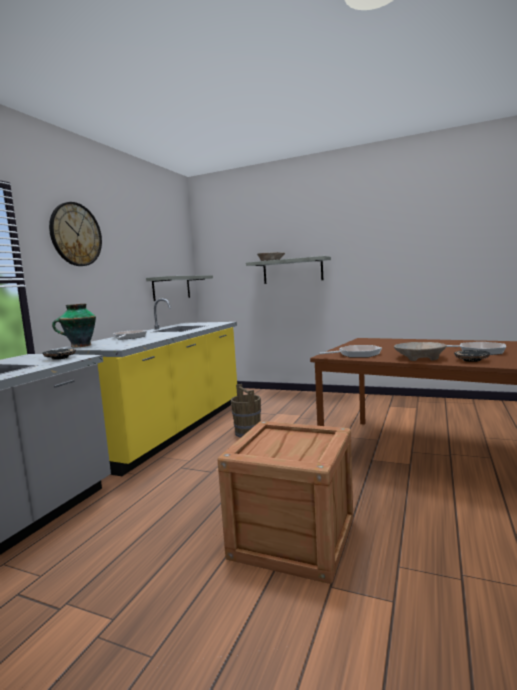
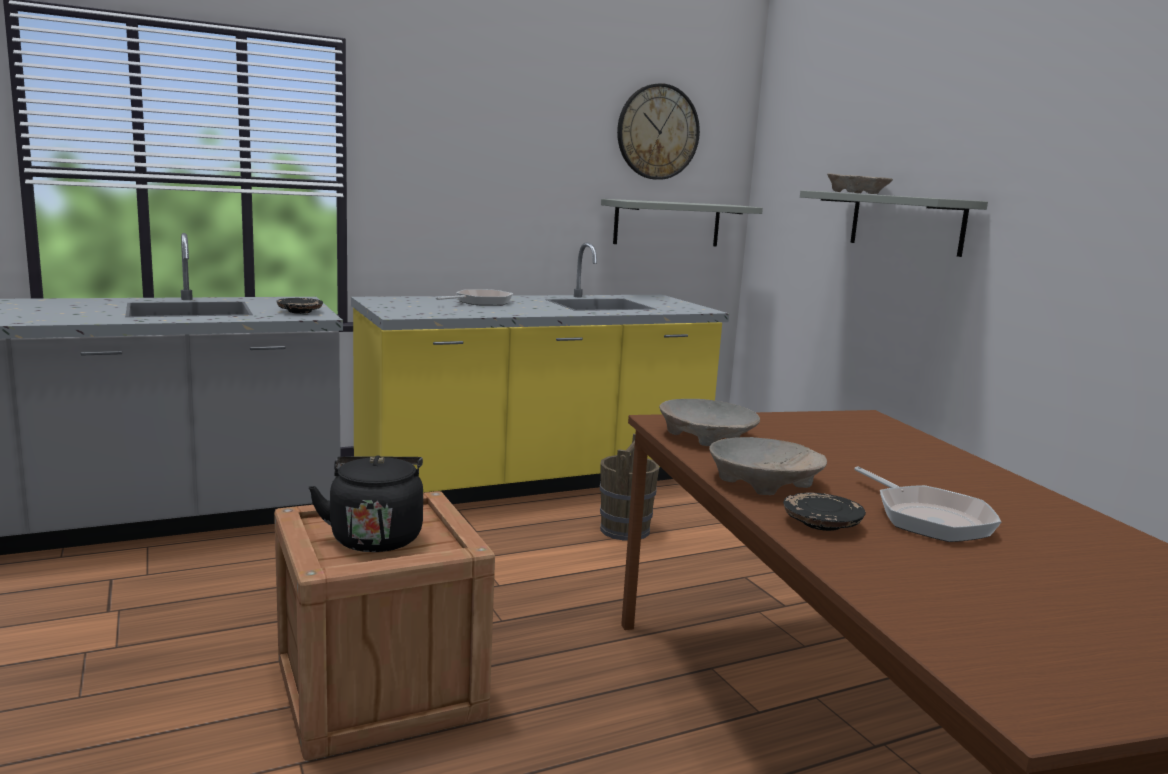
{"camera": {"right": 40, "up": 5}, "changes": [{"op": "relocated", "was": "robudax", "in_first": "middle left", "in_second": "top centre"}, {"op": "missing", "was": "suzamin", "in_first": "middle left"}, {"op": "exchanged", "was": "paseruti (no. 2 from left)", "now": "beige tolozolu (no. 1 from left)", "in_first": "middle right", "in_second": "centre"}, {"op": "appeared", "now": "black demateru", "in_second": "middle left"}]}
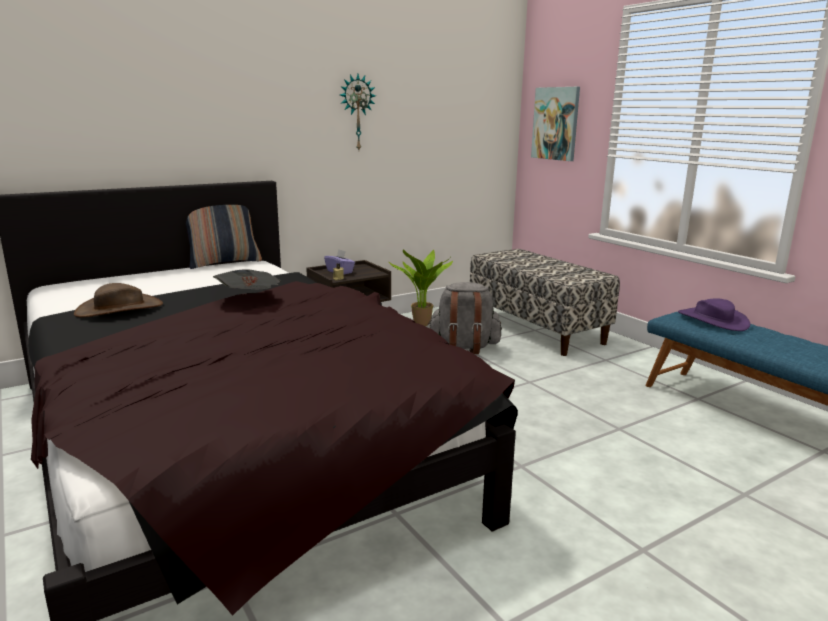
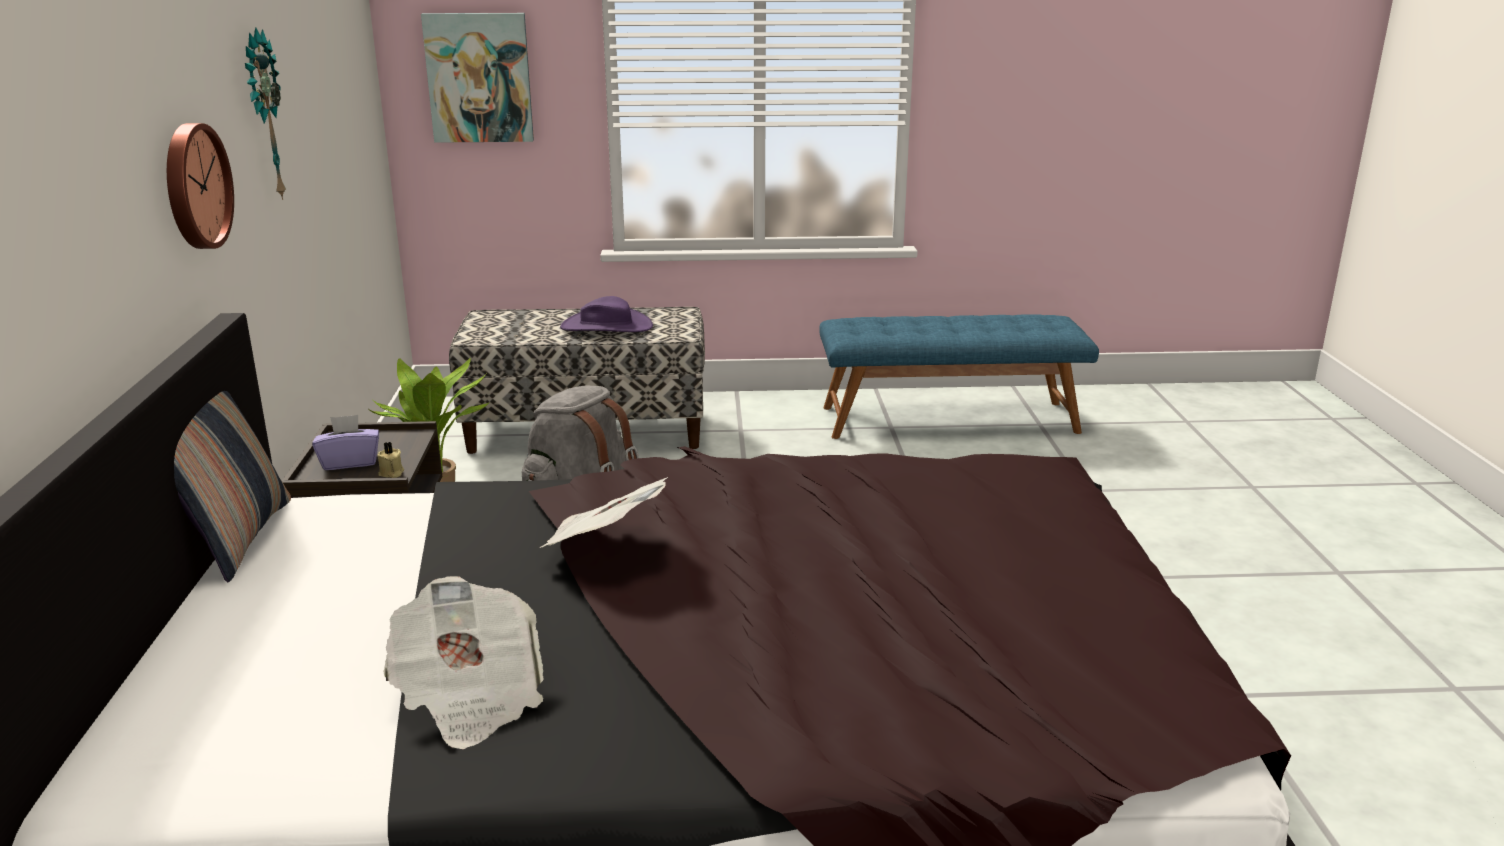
{"camera": {"right": -60, "up": 5}, "changes": [{"op": "exchanged", "was": "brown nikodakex", "now": "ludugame (no. 1 from left)", "in_first": "middle left", "in_second": "bottom left"}, {"op": "relocated", "was": "purple nikodakex", "in_first": "middle right", "in_second": "centre"}, {"op": "appeared", "now": "robudax (no. 1 from left)", "in_second": "top left"}]}
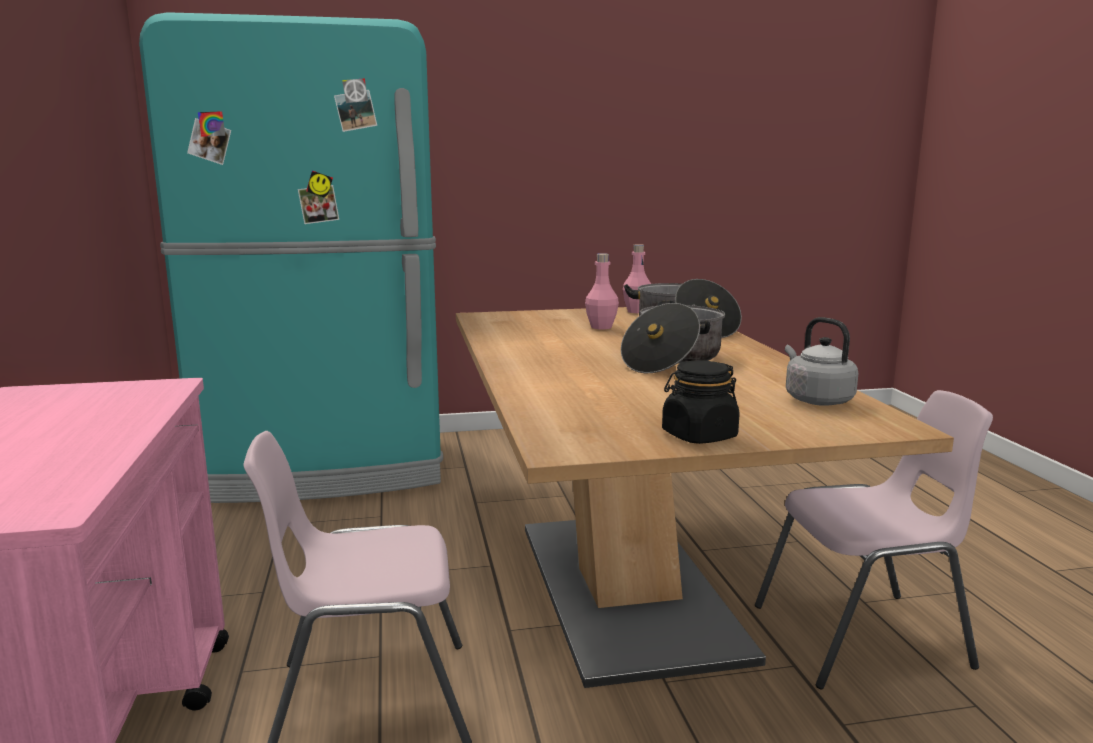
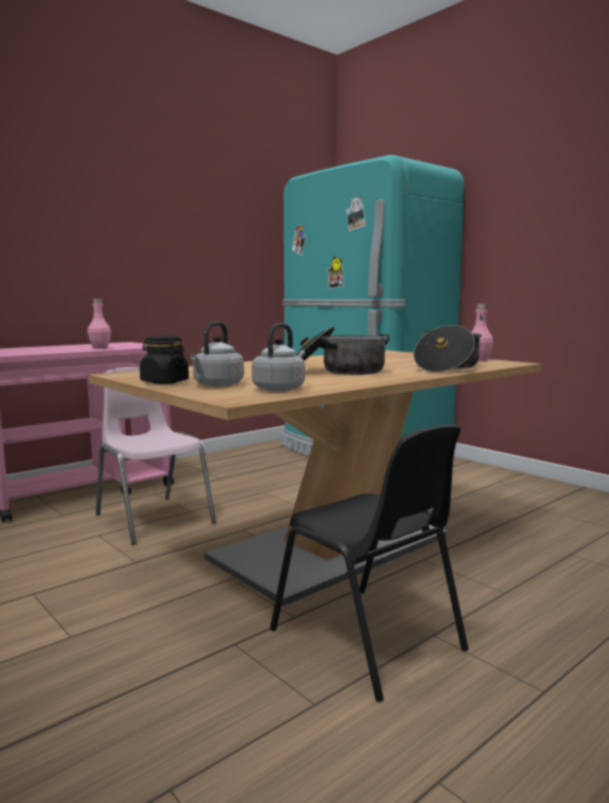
{"camera": {"right": 60, "up": -5}, "changes": [{"op": "relocated", "was": "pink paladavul (no. 1 from left)", "in_first": "centre", "in_second": "middle left"}, {"op": "colour", "was": "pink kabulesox (no. 2 from left)", "now": "black kabulesox", "in_first": "bottom right", "in_second": "bottom centre"}, {"op": "appeared", "now": "grey demateru (no. 1 from left)", "in_second": "centre"}]}
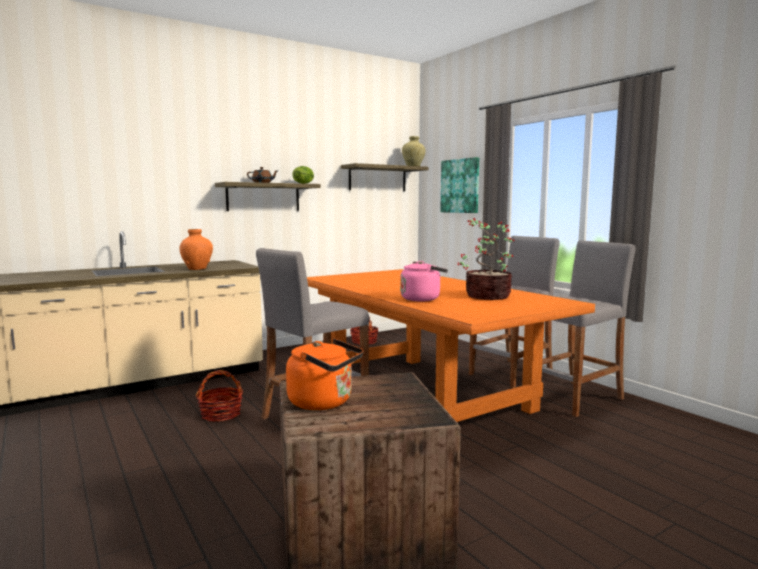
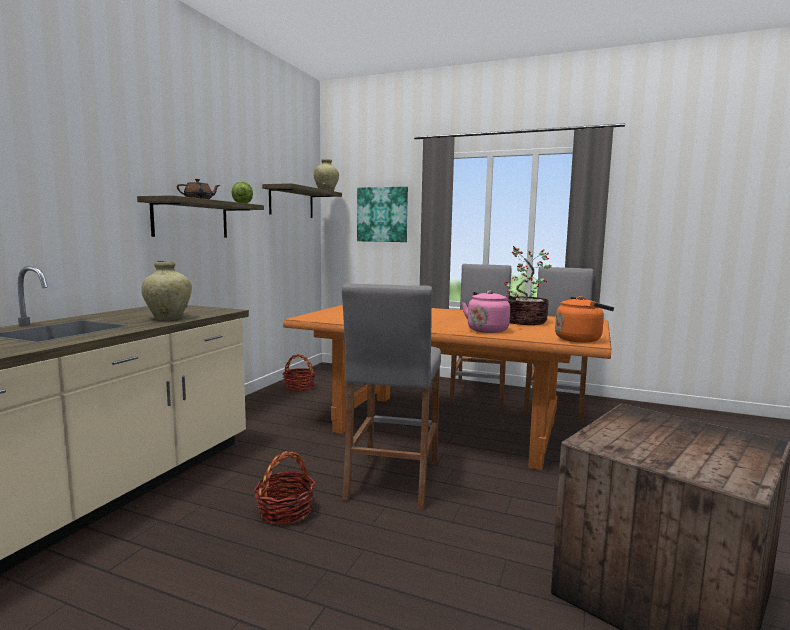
{"camera": {"right": -35, "up": 0}, "changes": [{"op": "colour", "was": "orange suzamin", "now": "beige suzamin (no. 1 from left)", "in_first": "middle left", "in_second": "middle left"}, {"op": "relocated", "was": "orange demateru", "in_first": "centre", "in_second": "middle right"}]}
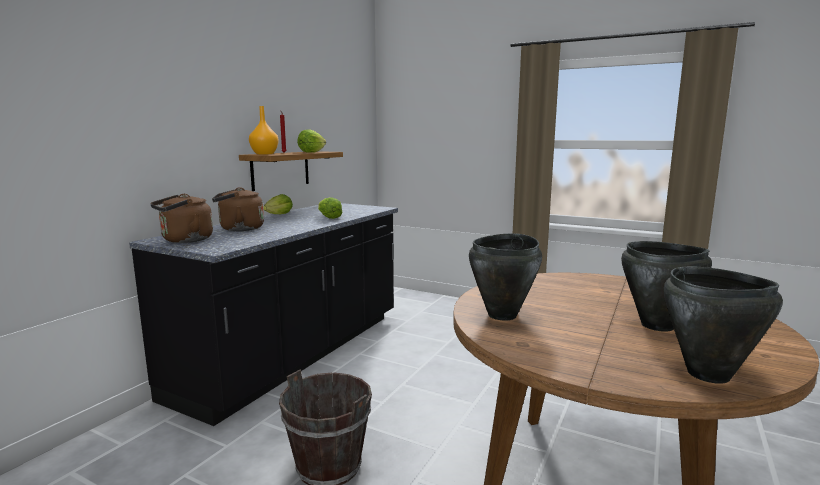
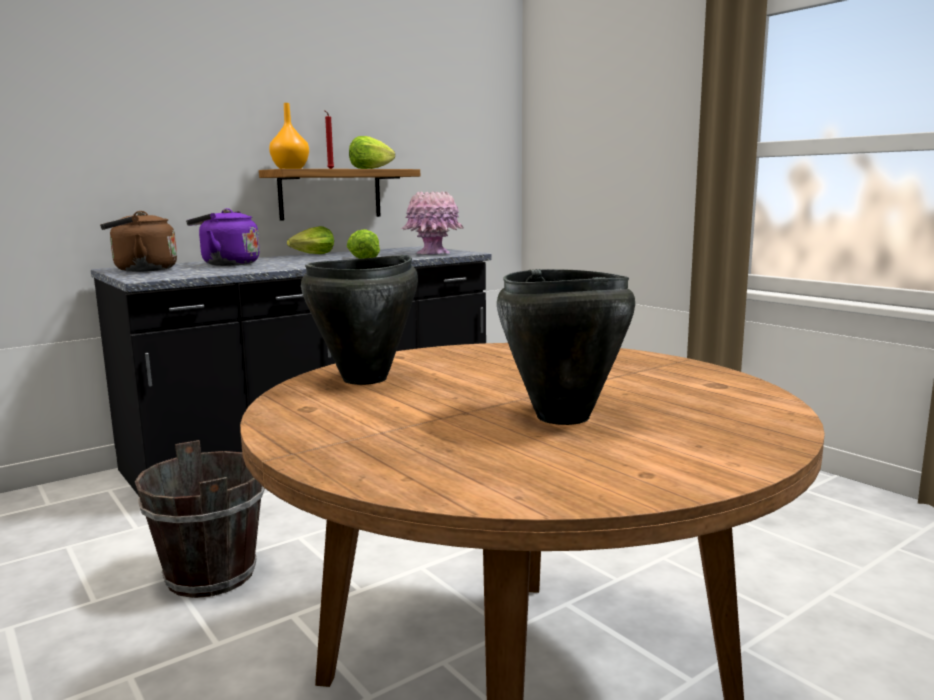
{"camera": {"right": 25, "up": 0}, "changes": [{"op": "colour", "was": "brown demateru (no. 2 from left)", "now": "purple demateru", "in_first": "middle left", "in_second": "middle left"}, {"op": "missing", "was": "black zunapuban (no. 3 from left)", "in_first": "bottom right"}, {"op": "appeared", "now": "pink suzamin", "in_second": "top centre"}]}
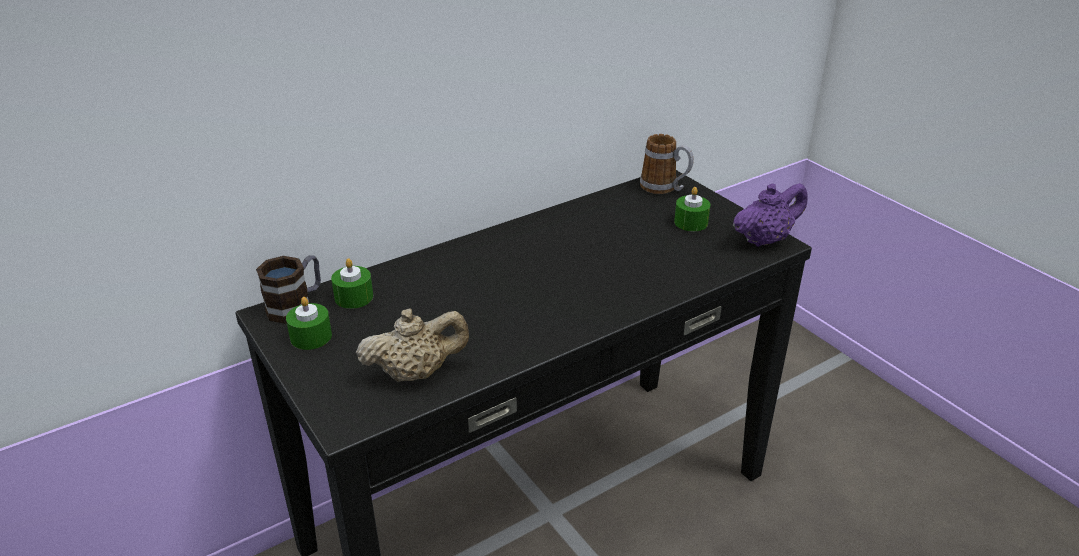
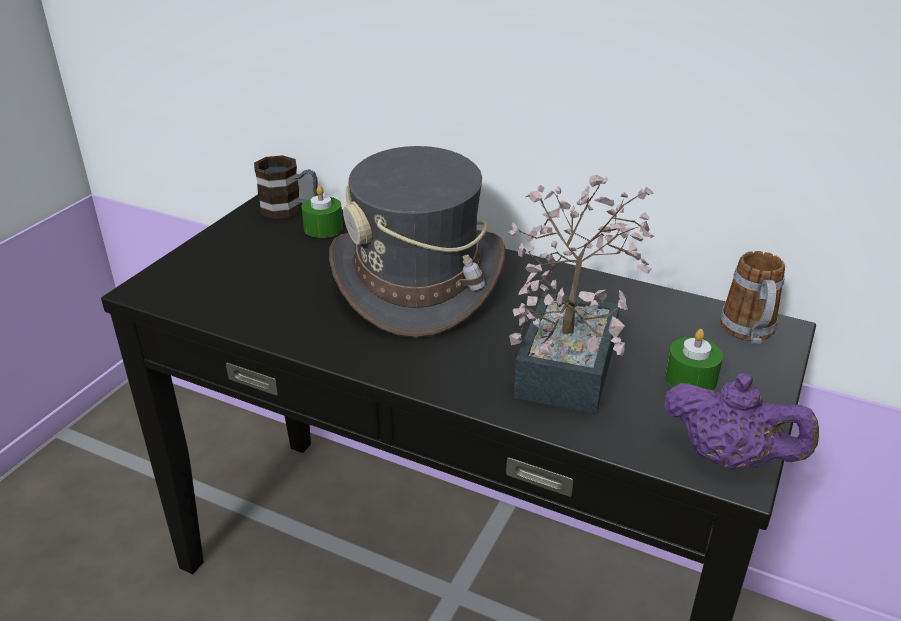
{"camera": {"right": 60, "up": 0}, "changes": [{"op": "missing", "was": "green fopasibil (no. 1 from left)", "in_first": "middle left"}, {"op": "missing", "was": "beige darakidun", "in_first": "centre"}, {"op": "appeared", "now": "grey nikodakex", "in_second": "centre"}, {"op": "appeared", "now": "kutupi", "in_second": "centre"}]}
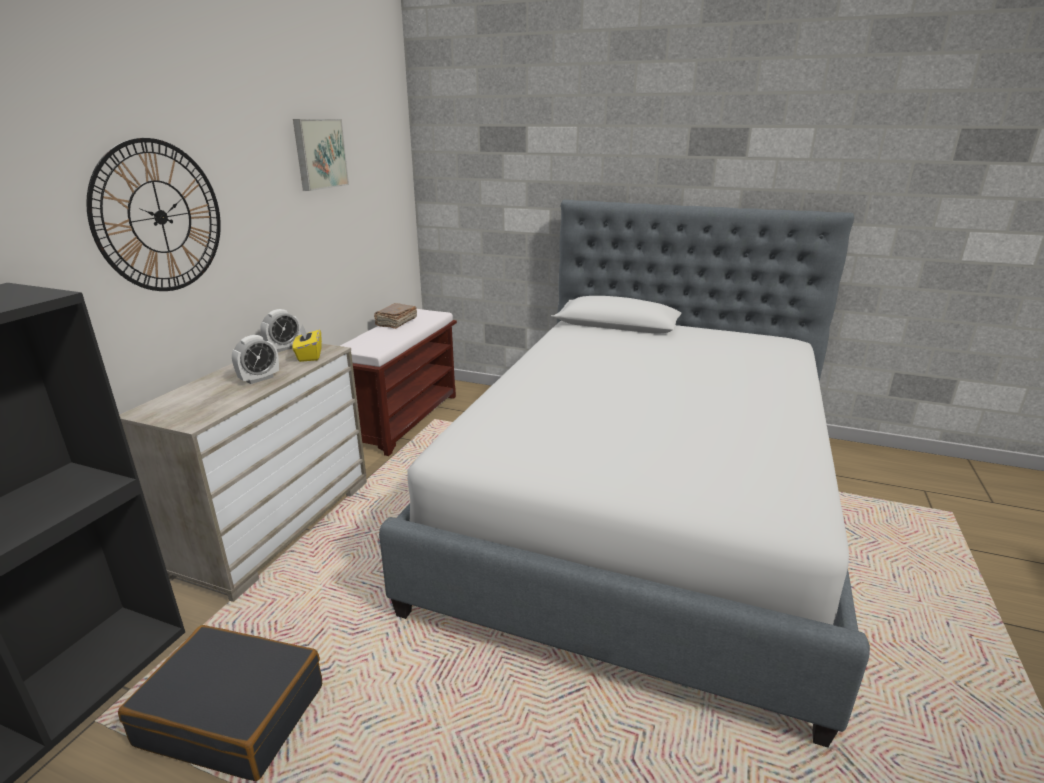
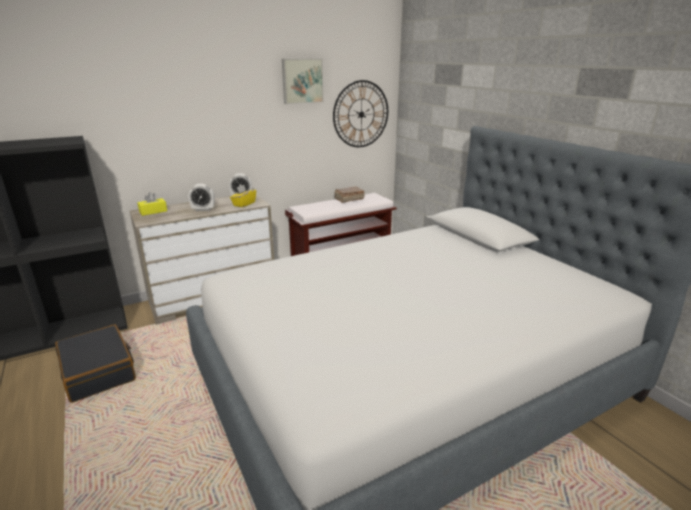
{"camera": {"right": 40, "up": 0}, "changes": [{"op": "relocated", "was": "robudax", "in_first": "top left", "in_second": "top centre"}, {"op": "appeared", "now": "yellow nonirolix (no. 1 from left)", "in_second": "middle left"}]}
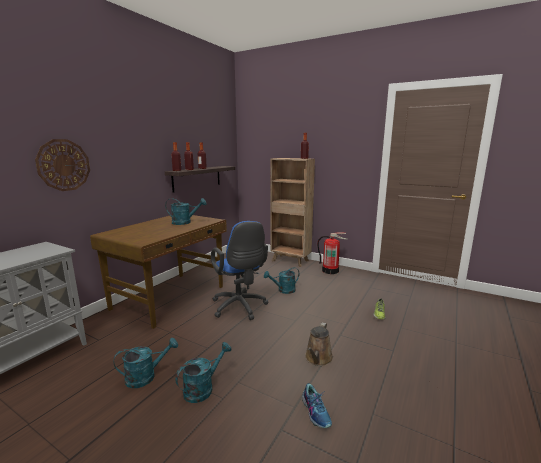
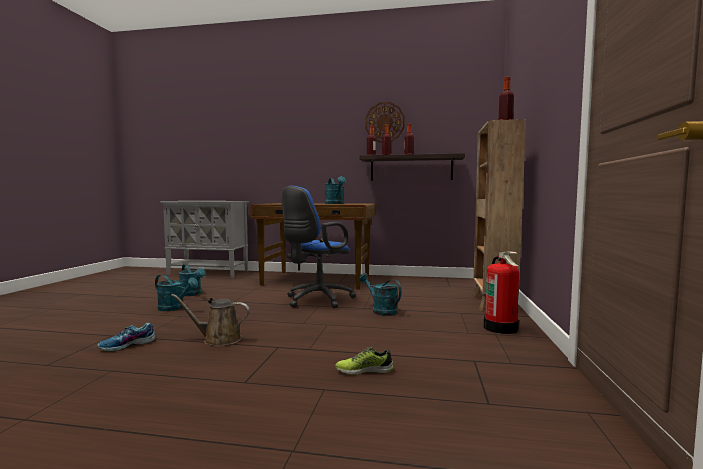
{"camera": {"right": 70, "up": -10}, "changes": [{"op": "relocated", "was": "robudax", "in_first": "middle left", "in_second": "top centre"}]}
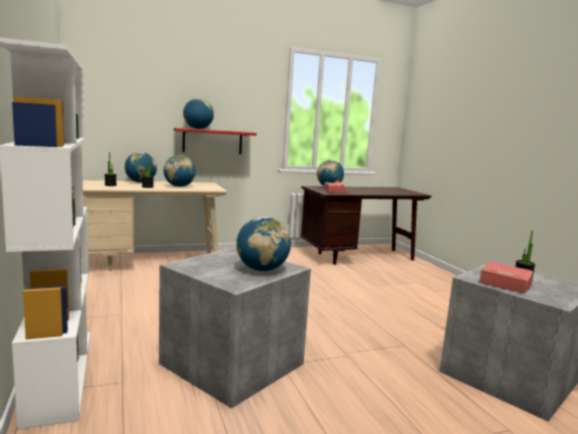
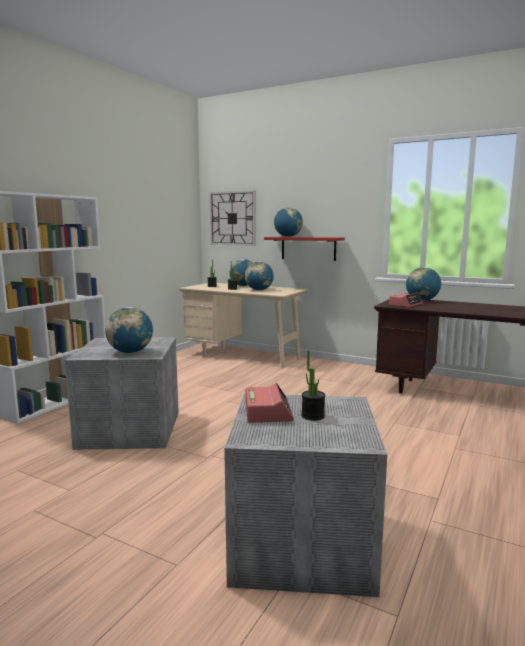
{"camera": {"right": 50, "up": 0}, "changes": [{"op": "appeared", "now": "robudax", "in_second": "centre"}]}
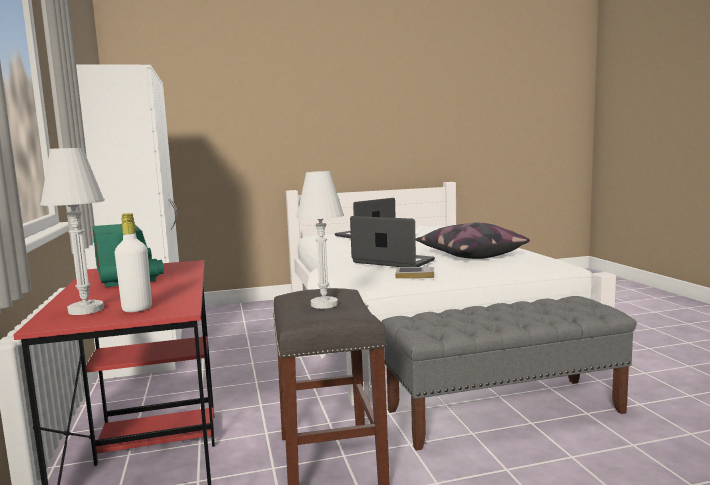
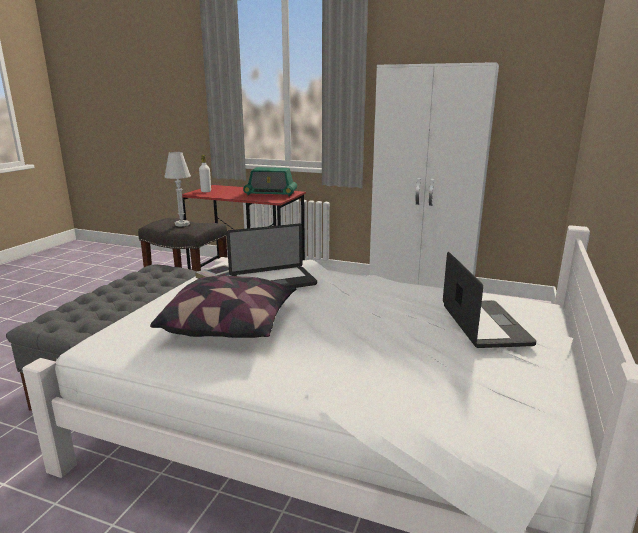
{"camera": {"right": 125, "up": 10}, "changes": [{"op": "missing", "was": "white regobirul (no. 1 from left)", "in_first": "middle left"}]}
